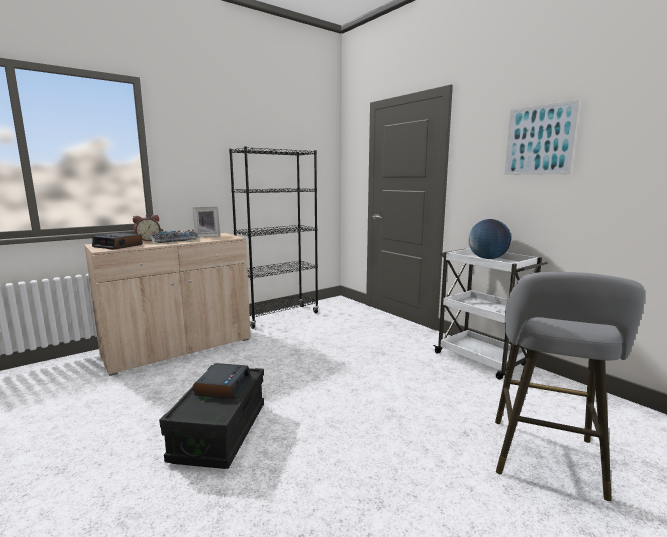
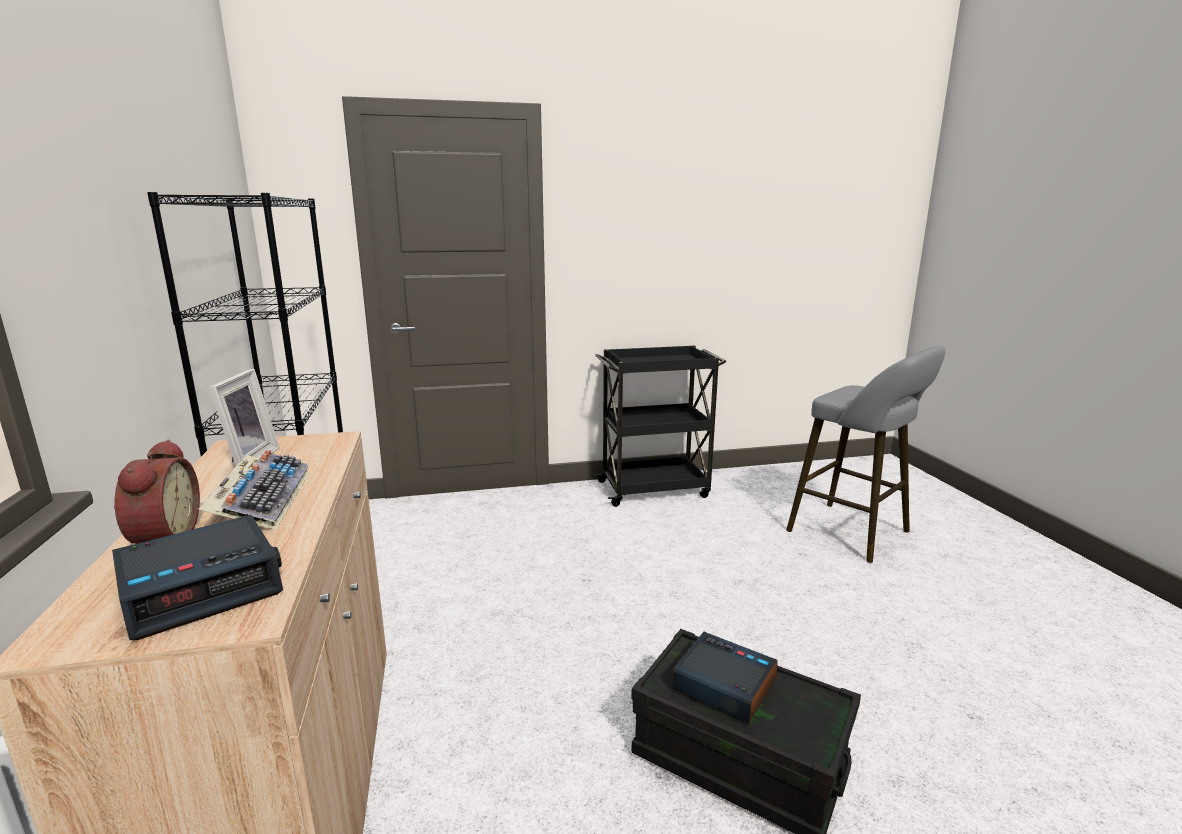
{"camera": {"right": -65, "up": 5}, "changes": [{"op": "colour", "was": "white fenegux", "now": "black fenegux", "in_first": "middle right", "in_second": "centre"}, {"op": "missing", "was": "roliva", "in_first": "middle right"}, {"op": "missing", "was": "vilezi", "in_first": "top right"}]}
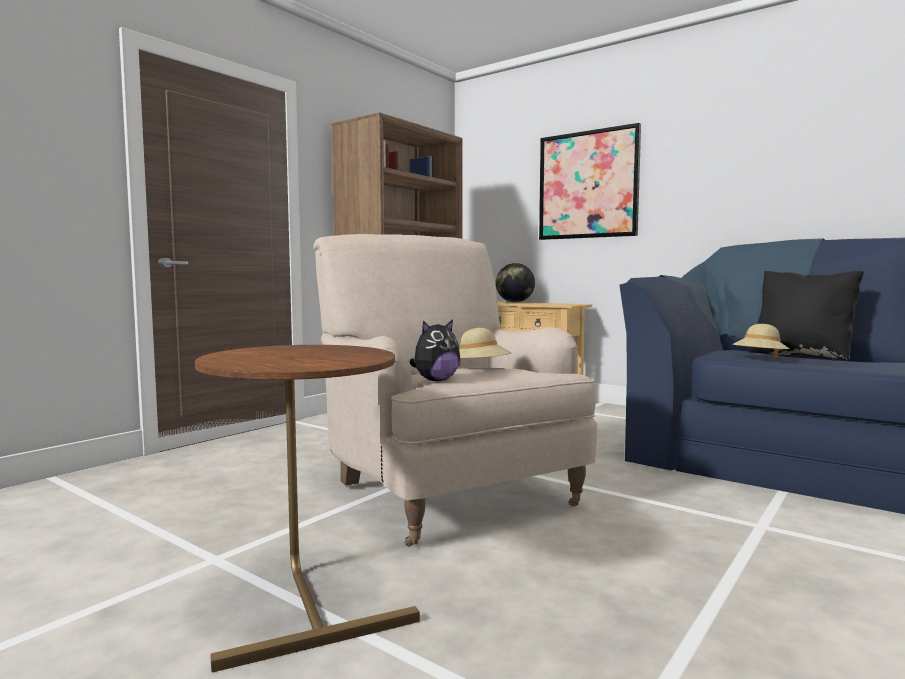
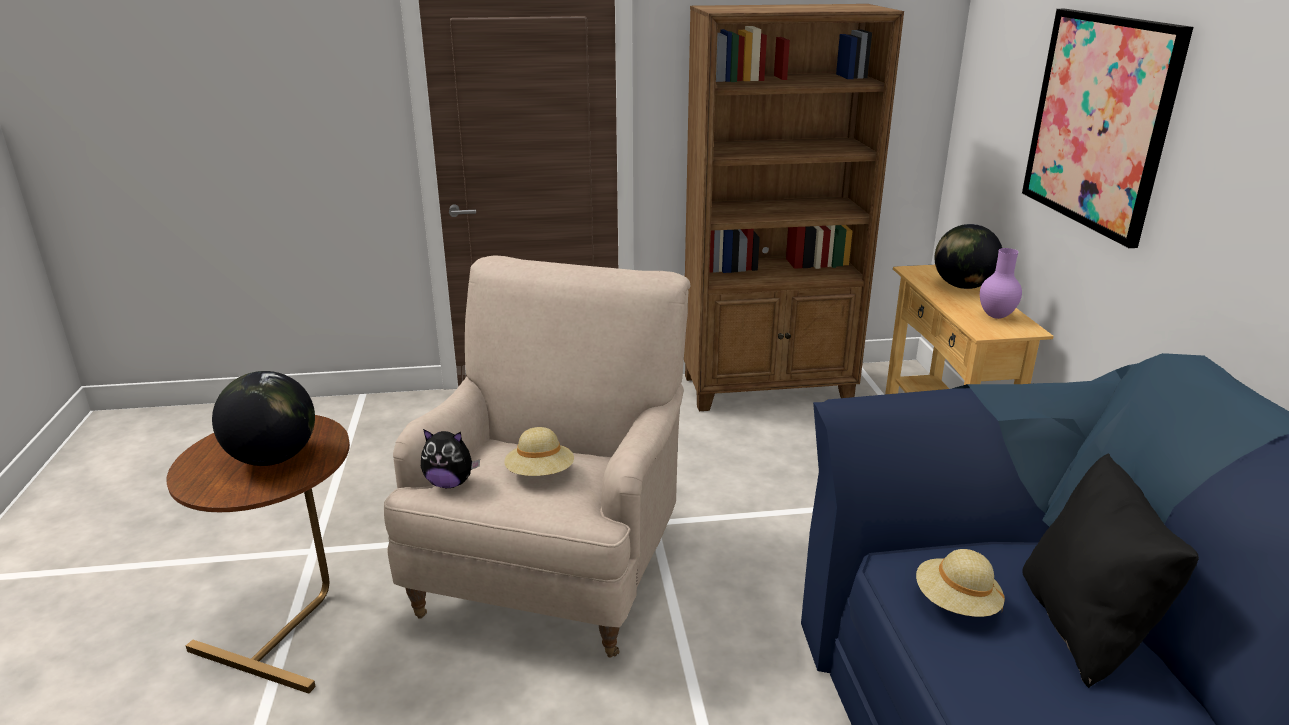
{"camera": {"right": 45, "up": 20}, "changes": [{"op": "appeared", "now": "roliva (no. 1 from left)", "in_second": "middle left"}, {"op": "appeared", "now": "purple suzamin", "in_second": "middle right"}]}
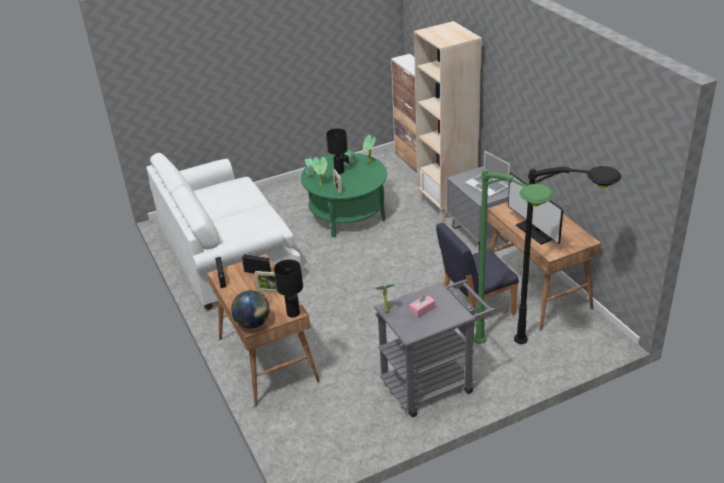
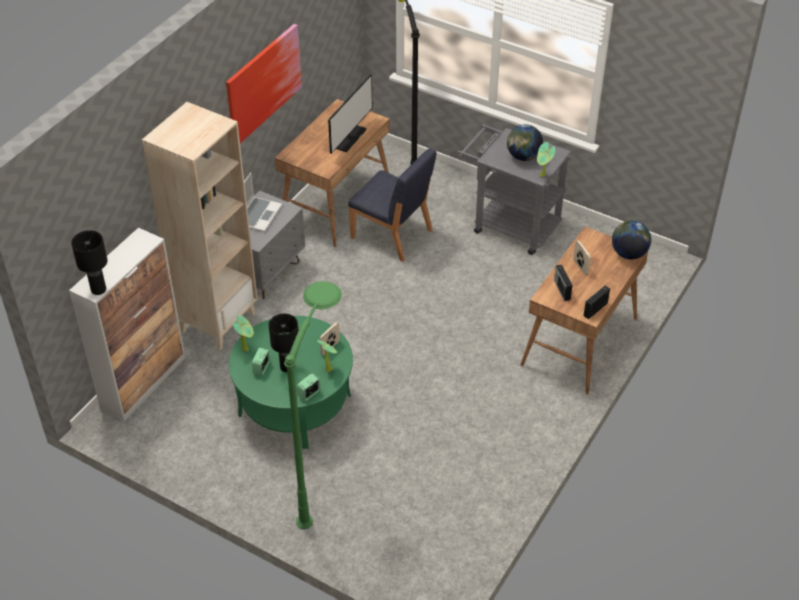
{"camera": {"right": -125, "up": 10}, "changes": [{"op": "missing", "was": "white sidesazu", "in_first": "middle left"}, {"op": "relocated", "was": "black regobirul (no. 1 from left)", "in_first": "centre", "in_second": "middle left"}, {"op": "exchanged", "was": "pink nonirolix", "now": "roliva (no. 1 from left)", "in_first": "centre", "in_second": "top centre"}, {"op": "relocated", "was": "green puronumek", "in_first": "middle right", "in_second": "bottom centre"}, {"op": "appeared", "now": "vilezi", "in_second": "top left"}]}
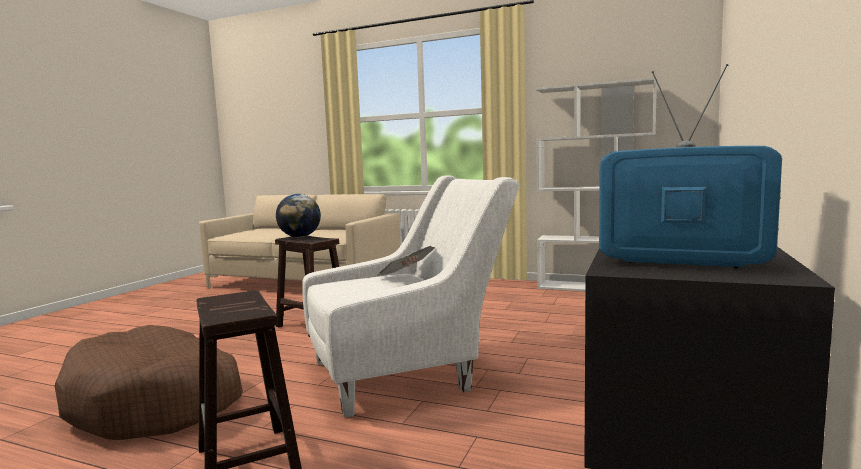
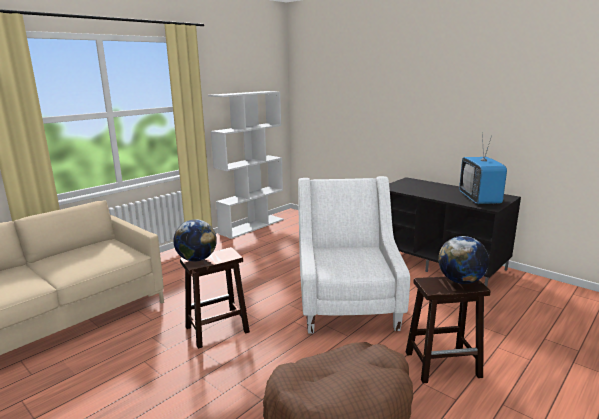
{"camera": {"right": -70, "up": 10}, "changes": [{"op": "missing", "was": "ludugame", "in_first": "centre"}, {"op": "spun", "was": "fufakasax", "in_first": "middle right", "in_second": "middle right", "clockwise": -45}, {"op": "appeared", "now": "roliva (no. 2 from left)", "in_second": "middle right"}]}
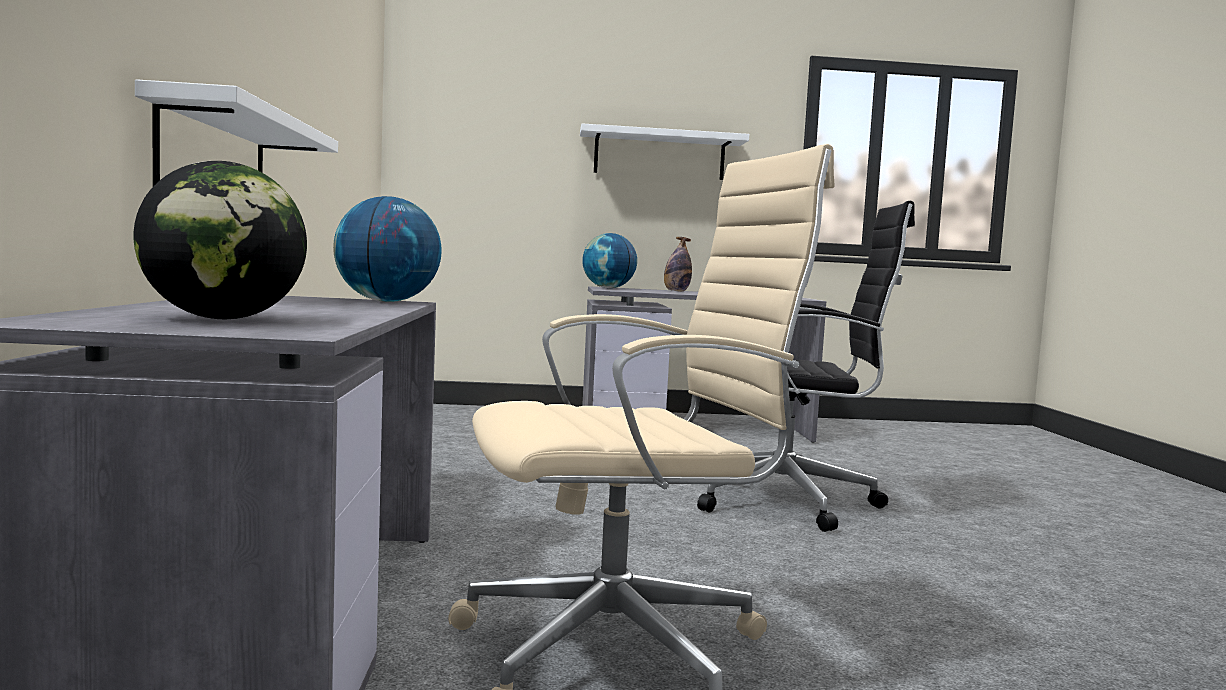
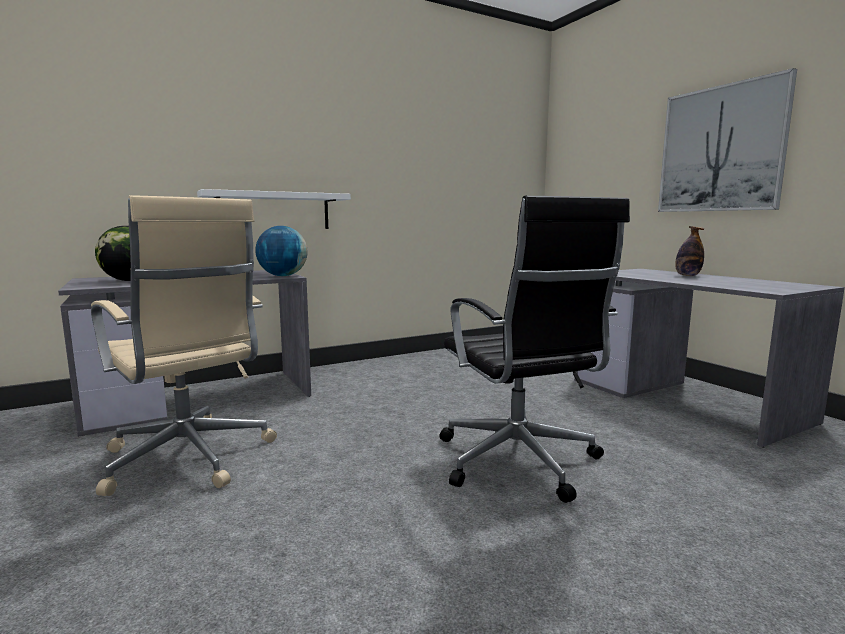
{"camera": {"right": 65, "up": 5}, "changes": [{"op": "exchanged", "was": "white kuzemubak (no. 2 from left)", "now": "vilezi", "in_first": "top centre", "in_second": "top right"}, {"op": "missing", "was": "roliva (no. 3 from left)", "in_first": "centre"}]}
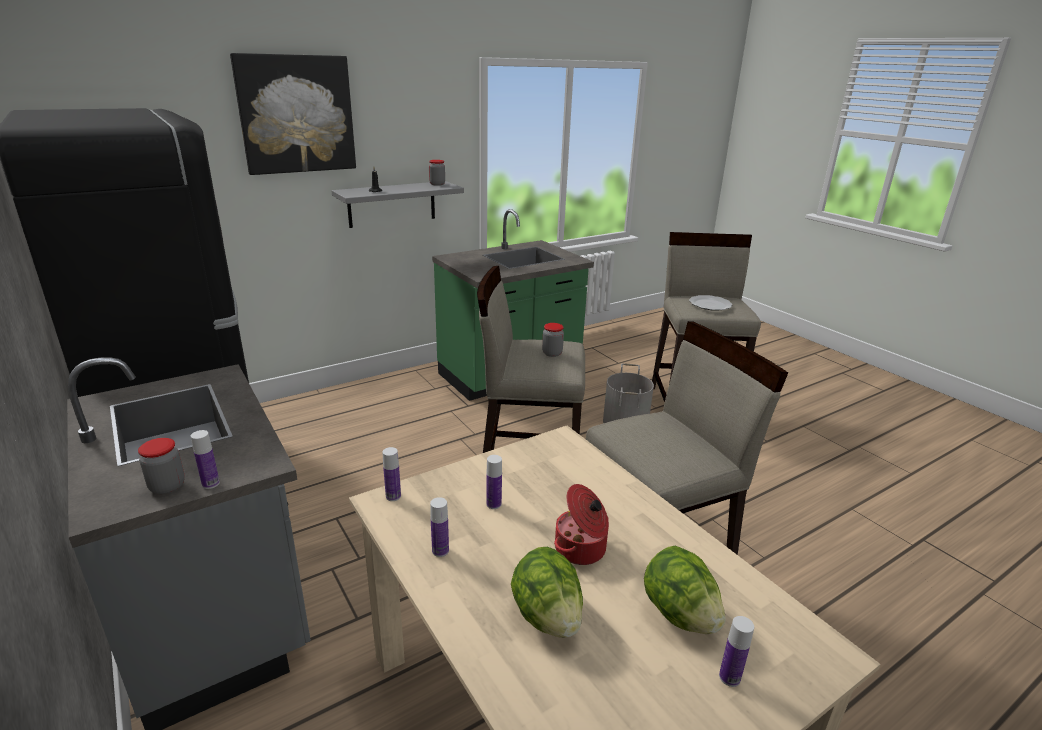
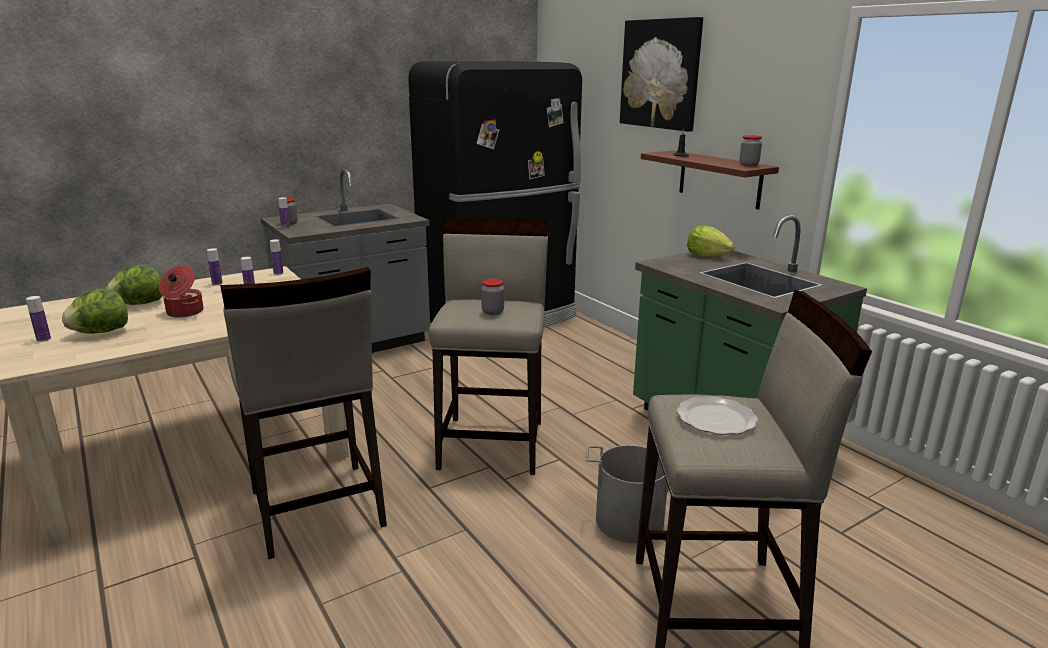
{"camera": {"right": 90, "up": -5}, "changes": [{"op": "colour", "was": "grey kuzemubak", "now": "brown kuzemubak", "in_first": "top centre", "in_second": "top right"}, {"op": "appeared", "now": "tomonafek (no. 3 from left)", "in_second": "middle right"}]}
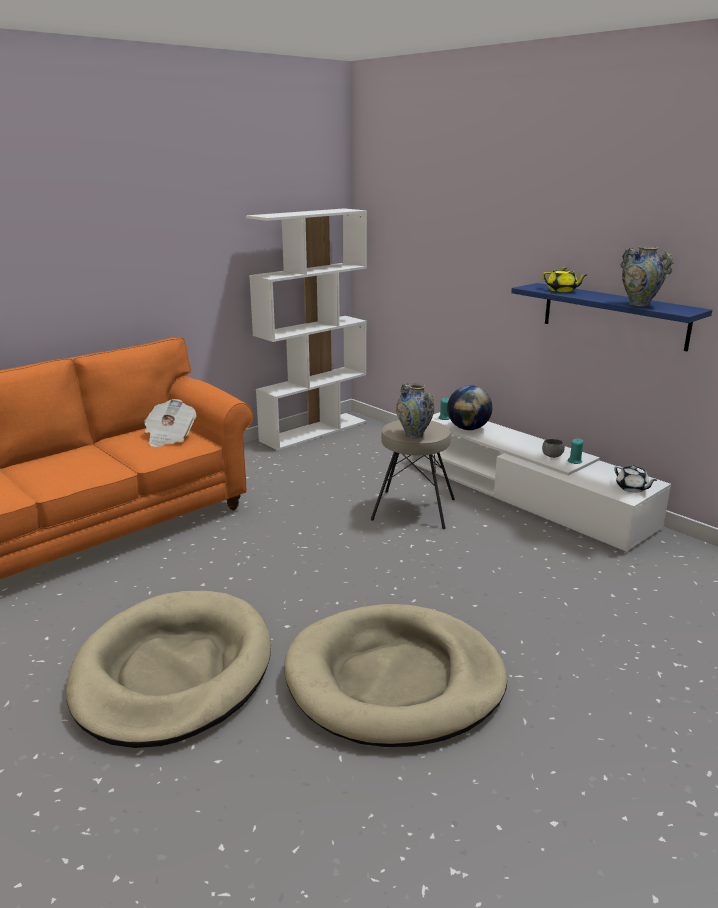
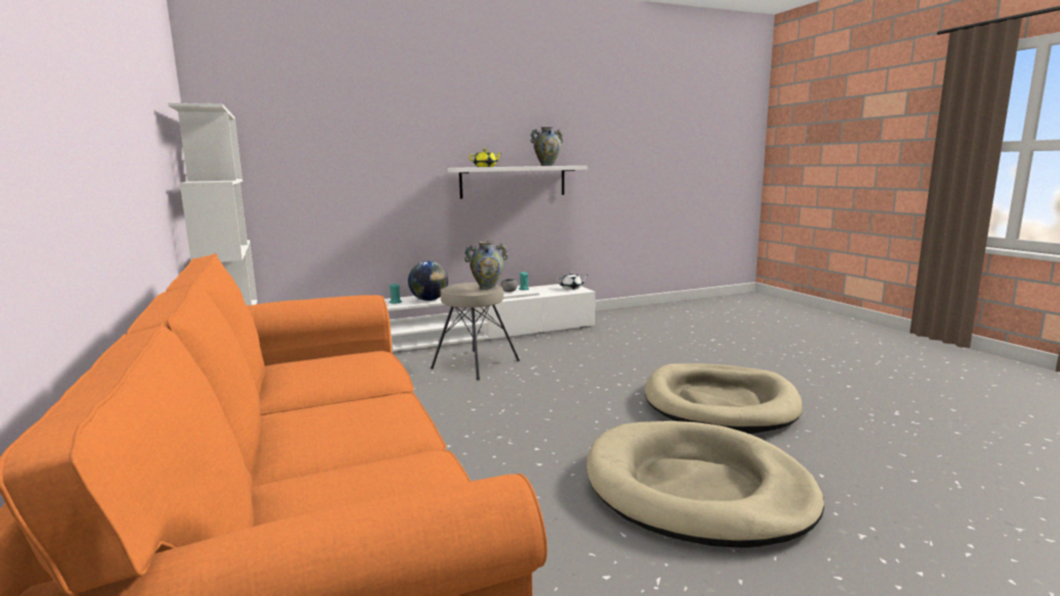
{"camera": {"right": -70, "up": -10}, "changes": [{"op": "missing", "was": "ludugame", "in_first": "middle left"}, {"op": "colour", "was": "blue kuzemubak", "now": "white kuzemubak", "in_first": "middle right", "in_second": "top centre"}]}
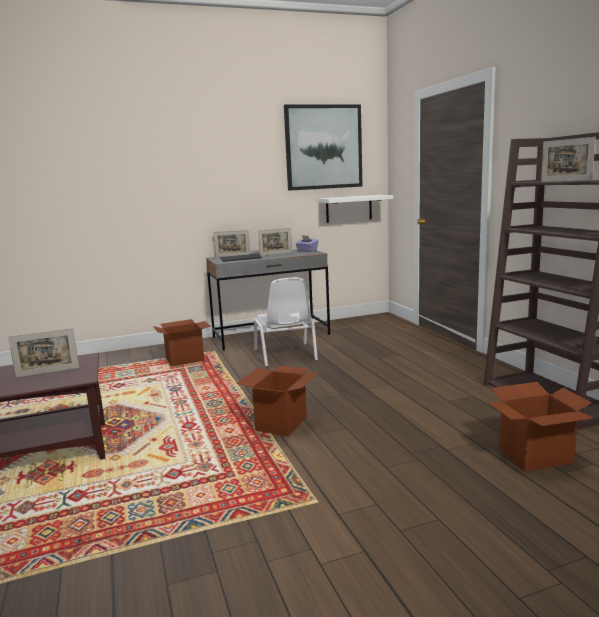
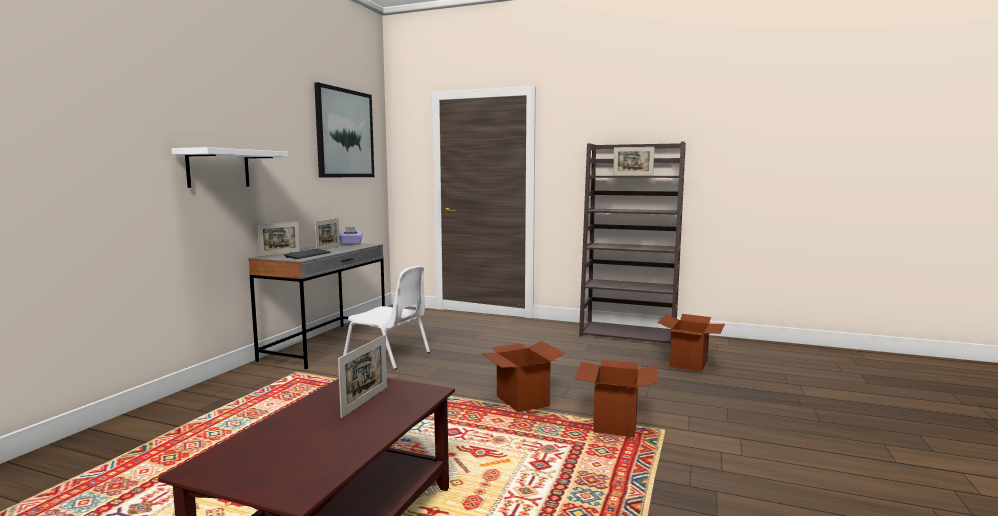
{"camera": {"right": -50, "up": -5}, "changes": [{"op": "relocated", "was": "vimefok (no. 1 from left in the first image)", "now": "vimefok (no. 2 from left)", "in_first": "middle left", "in_second": "bottom centre"}, {"op": "relocated", "was": "white kuzemubak", "in_first": "centre", "in_second": "top left"}]}
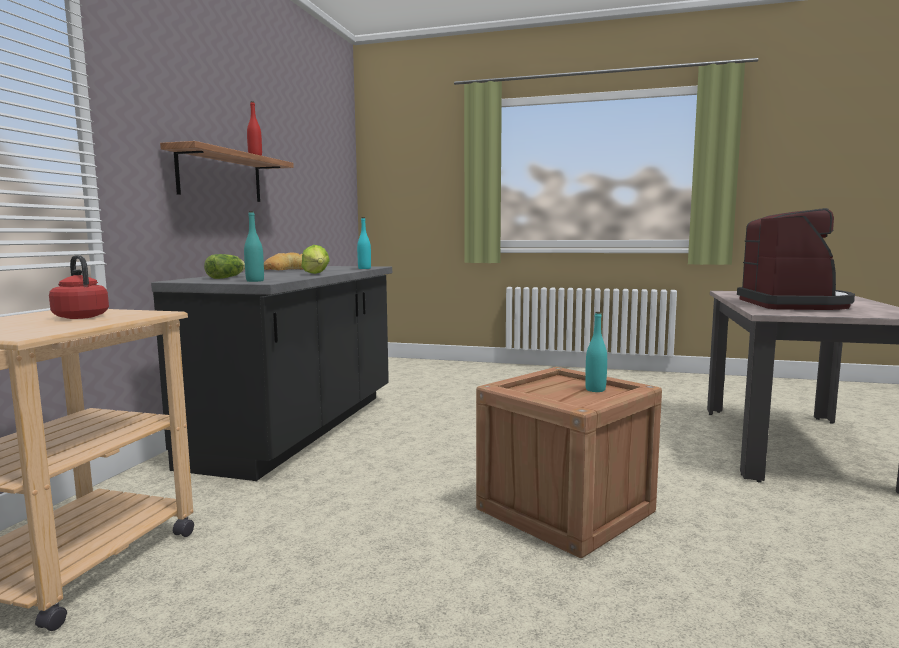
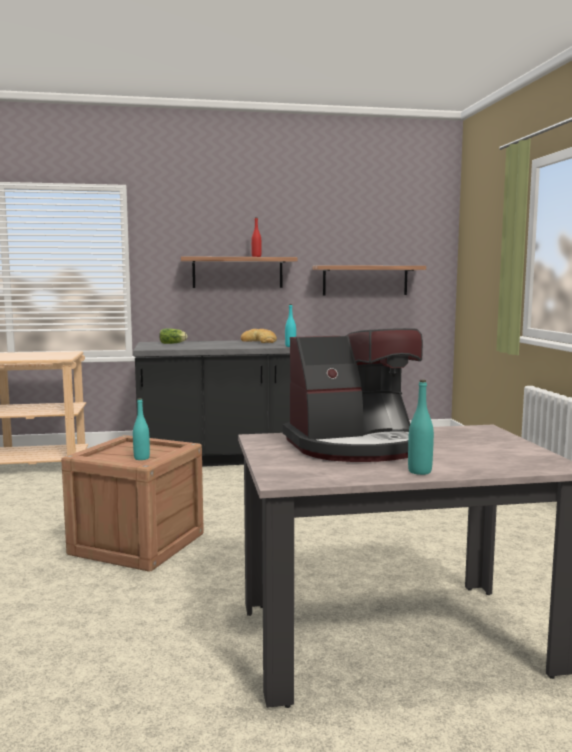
{"camera": {"right": 65, "up": 0}, "changes": [{"op": "missing", "was": "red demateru", "in_first": "middle left"}, {"op": "relocated", "was": "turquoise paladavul (no. 1 from left in the first image)", "now": "turquoise paladavul (no. 3 from left)", "in_first": "middle left", "in_second": "middle right"}, {"op": "missing", "was": "tomonafek (no. 2 from left)", "in_first": "centre"}, {"op": "appeared", "now": "kuzemubak (no. 2 from left)", "in_second": "centre"}]}
